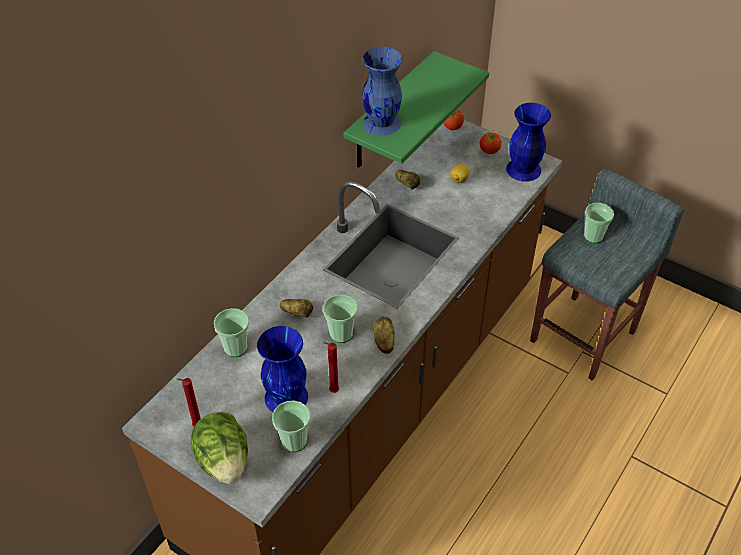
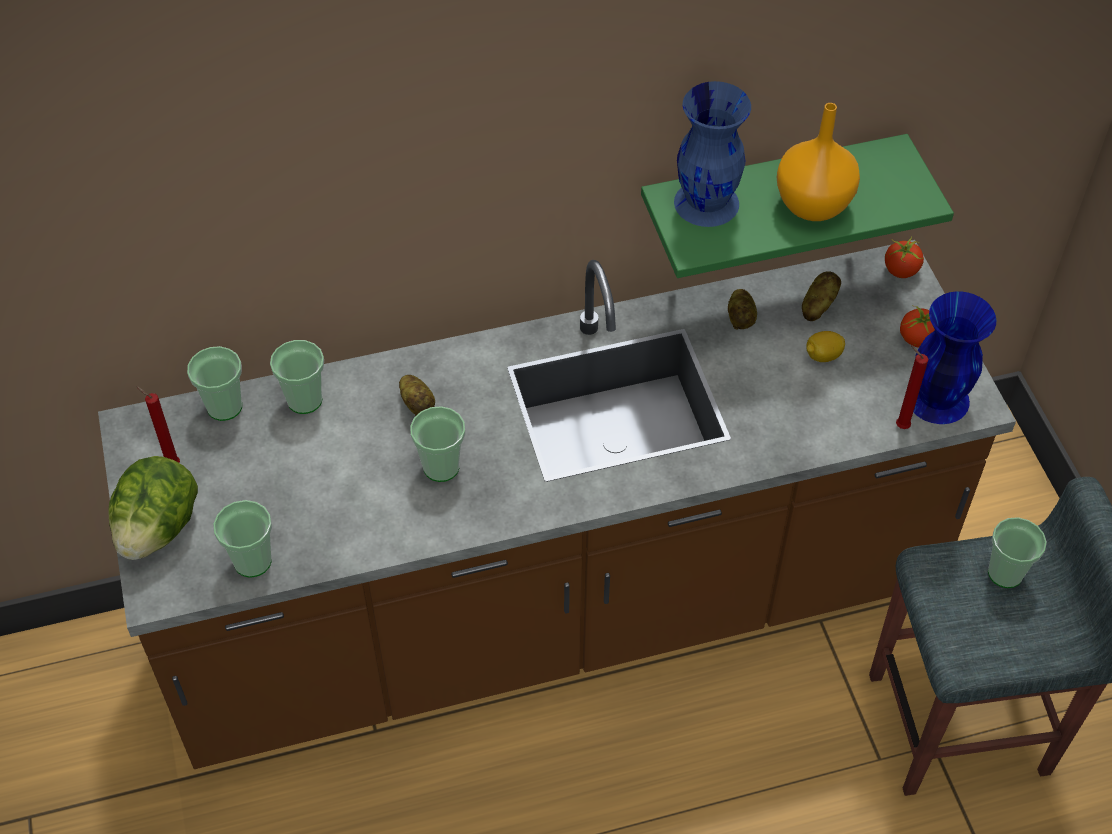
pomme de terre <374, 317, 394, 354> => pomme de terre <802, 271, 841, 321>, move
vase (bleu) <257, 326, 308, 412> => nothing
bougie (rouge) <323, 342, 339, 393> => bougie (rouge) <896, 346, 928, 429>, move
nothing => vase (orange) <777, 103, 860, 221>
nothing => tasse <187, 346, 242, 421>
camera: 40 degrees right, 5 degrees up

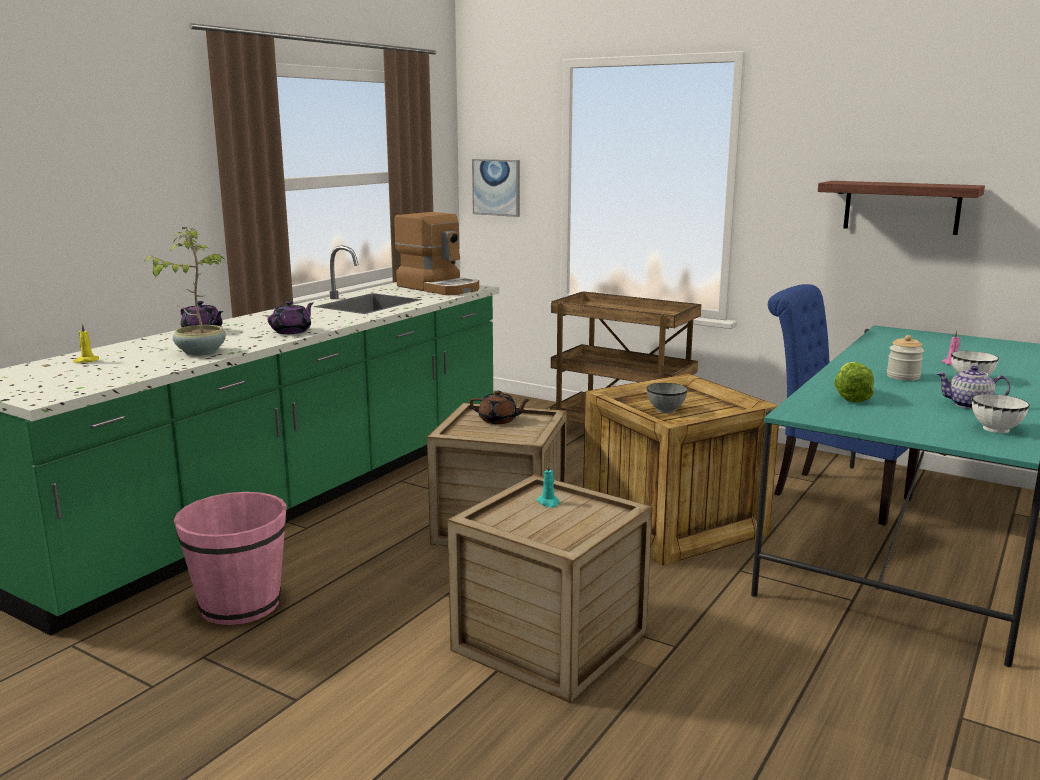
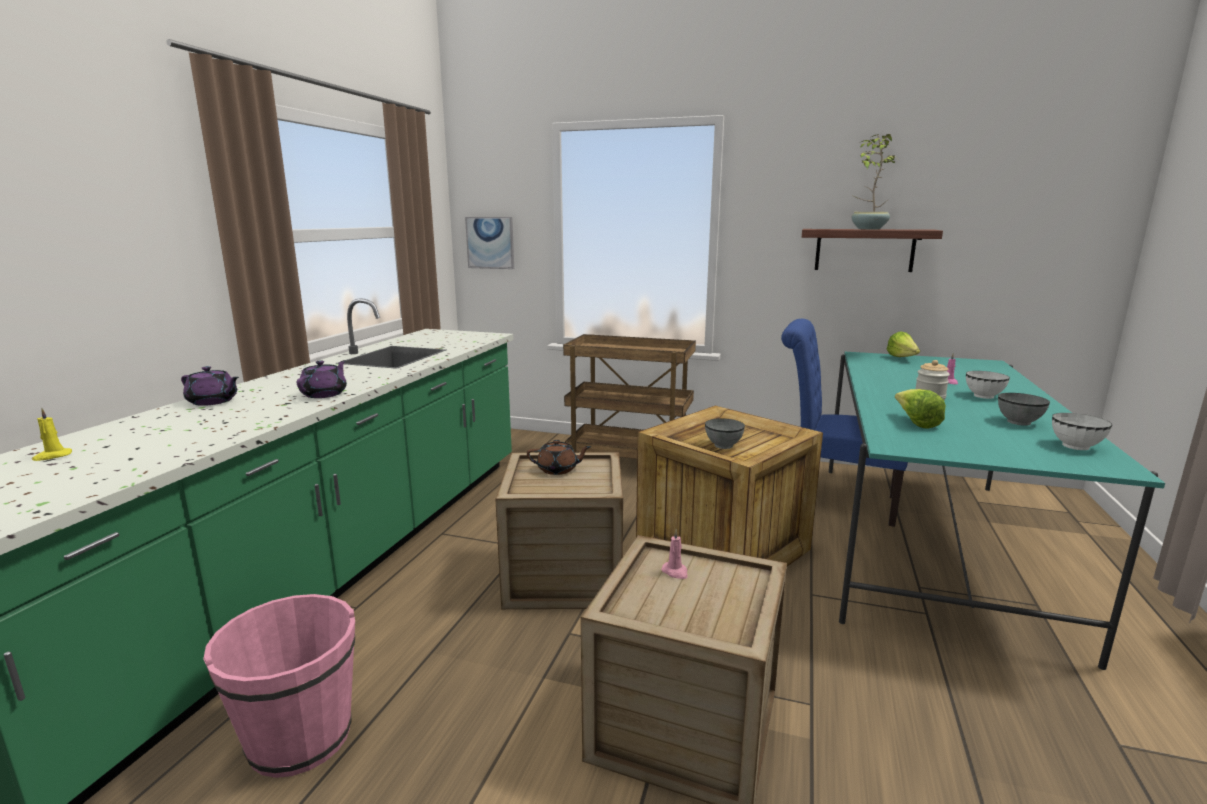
machine à café <394, 212, 479, 295> => nothing
plante en pot <144, 227, 226, 356> => plante en pot <851, 134, 897, 229>, move
théière <936, 366, 1011, 409> => bol (gris) <998, 393, 1050, 426>
bougie (turquoise) <536, 463, 559, 508> => bougie (rose) <661, 529, 688, 579>
nothing => laitue <887, 332, 920, 357>
camera: 15 degrees left, 0 degrees up

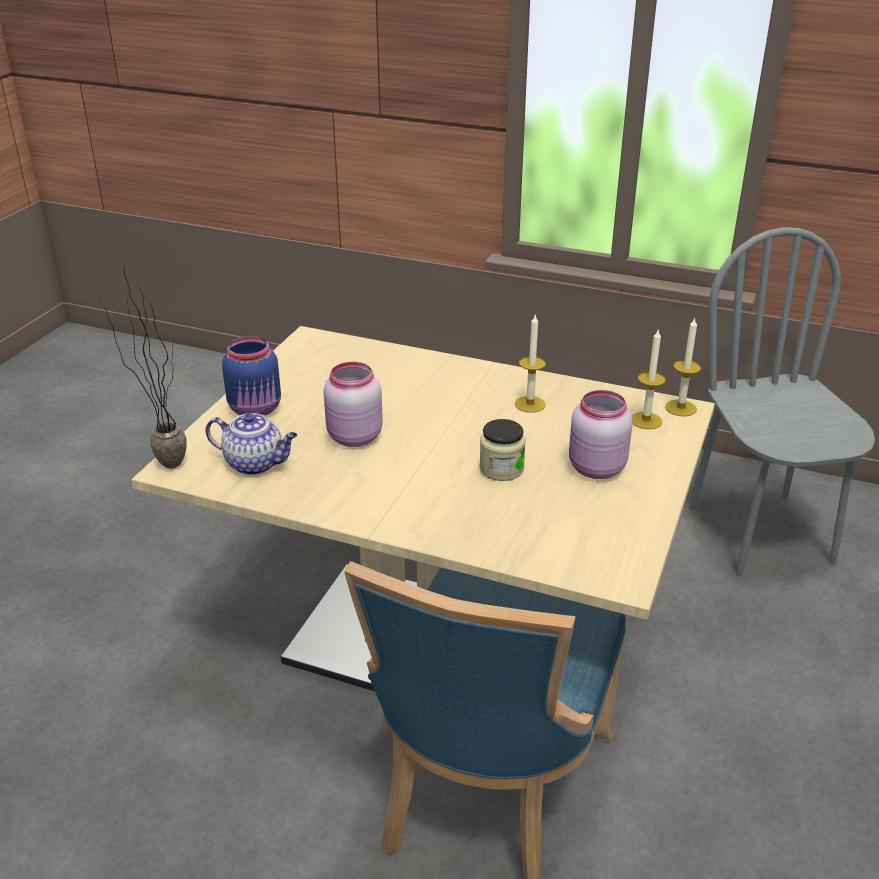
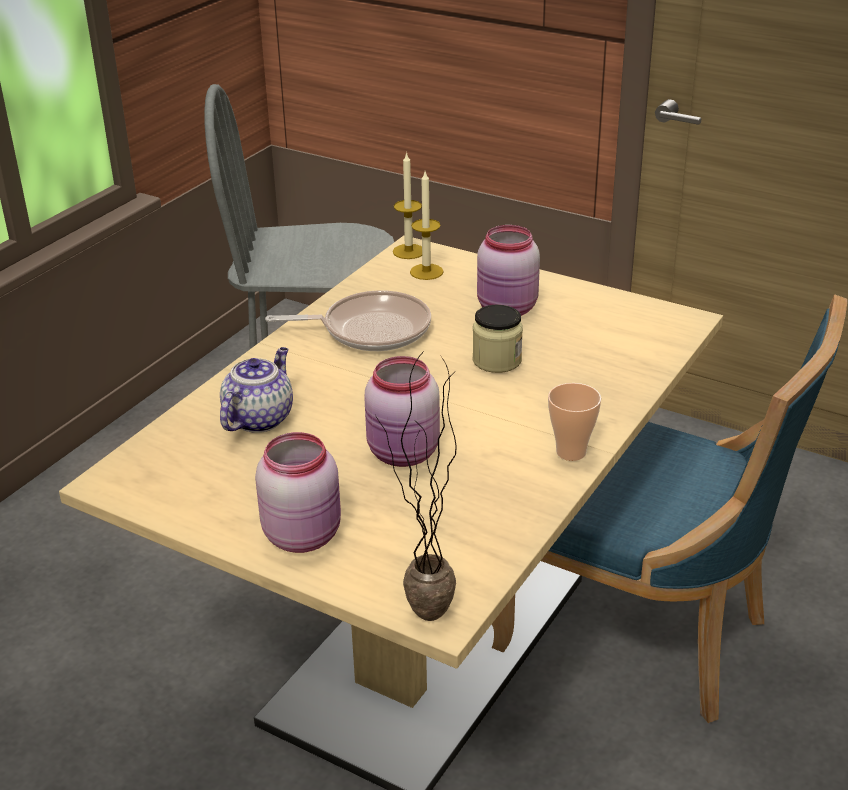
bougie <515, 315, 546, 413> => poêle <265, 290, 431, 351>
bocal (bleu) <222, 336, 281, 416> => bocal (rose) <255, 432, 341, 553>
théière <205, 413, 297, 475> => théière <220, 347, 293, 433>, move
nothing => tasse <548, 383, 601, 461>
camera: 80 degrees left, 0 degrees up

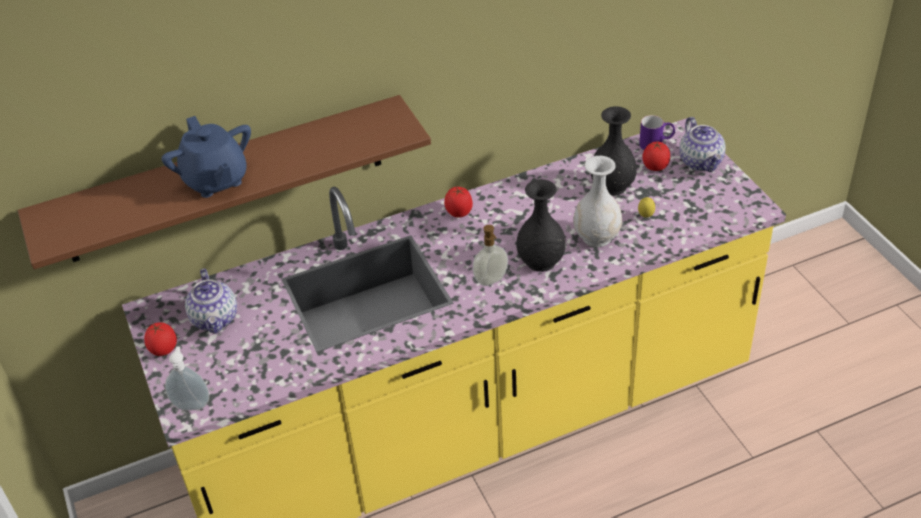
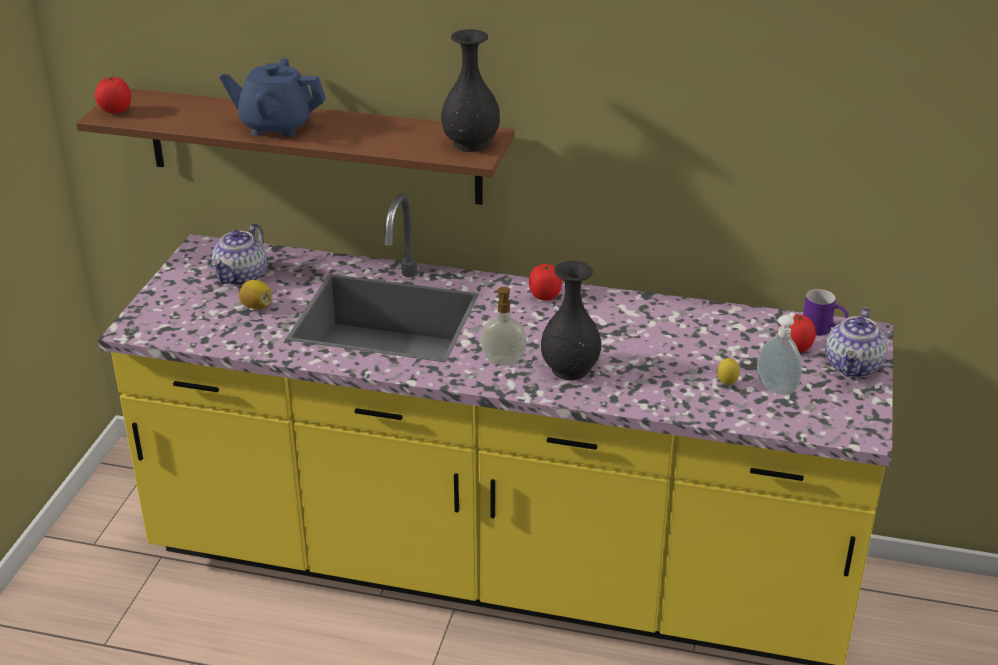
vase (noir) <591, 106, 637, 196> => vase (noir) <441, 29, 500, 152>, move
théière (bleu) <162, 116, 251, 198> => théière (bleu) <220, 58, 326, 137>, 90 degrees clockwise
vase (blanc) <573, 156, 622, 247> => nothing
tomate <144, 322, 177, 356> => tomate <95, 76, 131, 114>, move
distributeur de savon <165, 346, 209, 411> => distributeur de savon <757, 312, 802, 396>, move
nothing => citron <239, 280, 272, 309>
camera: 35 degrees right, 10 degrees down

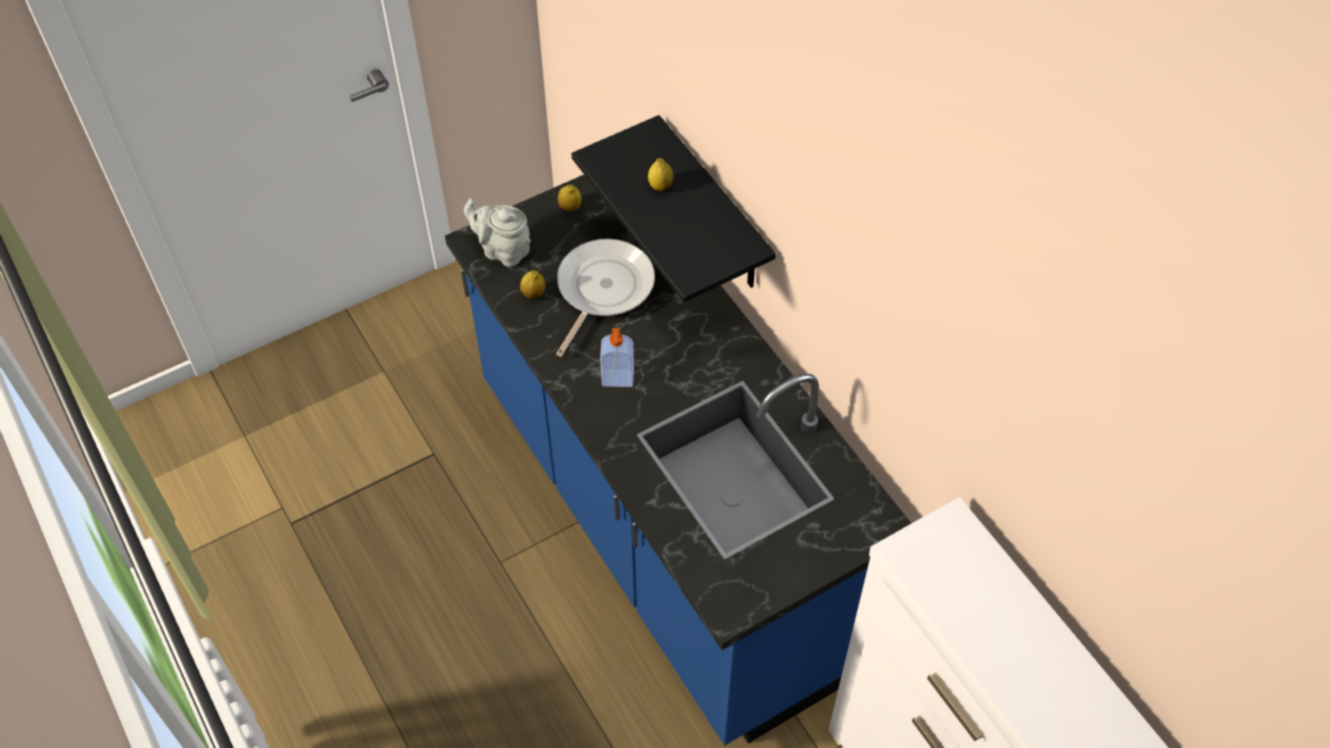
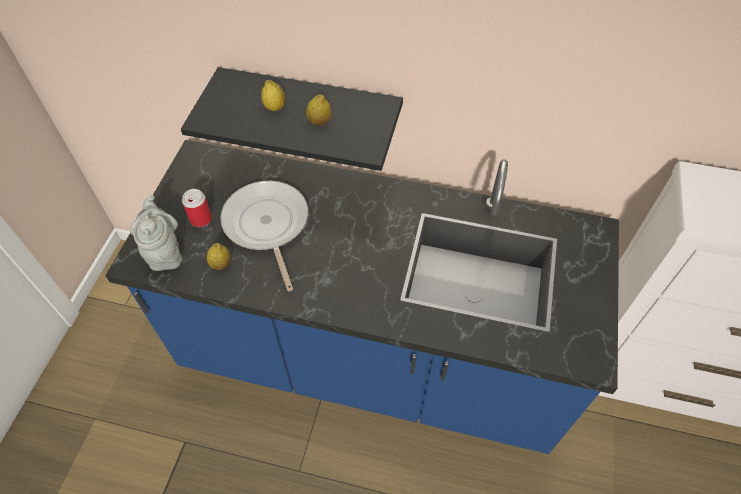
citron <558, 185, 581, 212> => citron <306, 94, 331, 126>, move
théière (gris) <464, 198, 531, 267> => théière (gris) <130, 195, 182, 271>, 90 degrees clockwise
distributeur de savon <600, 328, 634, 387> => nothing
nothing => boîte métallique <182, 189, 212, 227>
camera: 45 degrees left, 0 degrees up

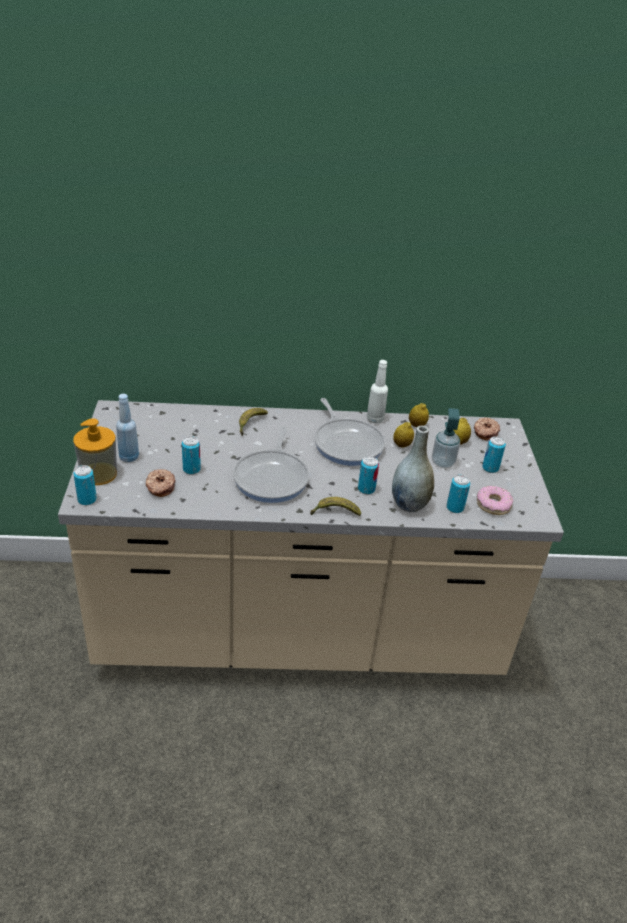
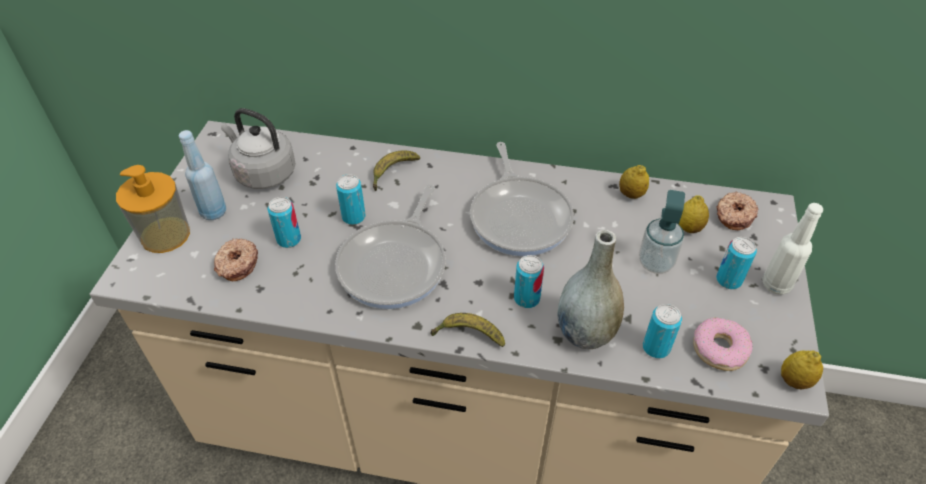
bouteille (blanc) <367, 360, 388, 423> => bouteille (blanc) <762, 203, 823, 295>, move
citron <393, 422, 414, 447> => citron <781, 350, 823, 389>, move
boîte métallique <73, 465, 97, 505> => boîte métallique <336, 174, 366, 225>, move
nothing => bouilloire (gris) <221, 108, 296, 189>
camera: 15 degrees right, 10 degrees up

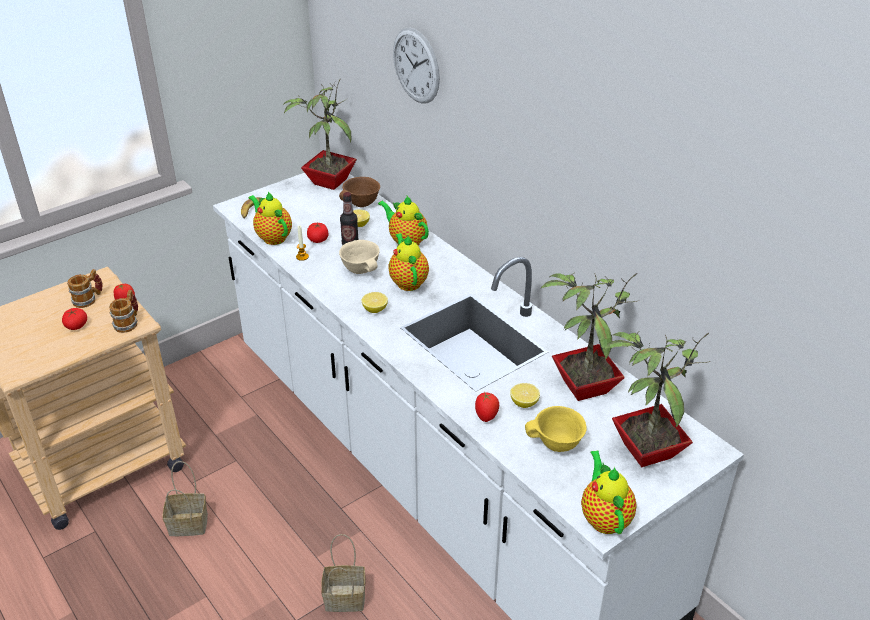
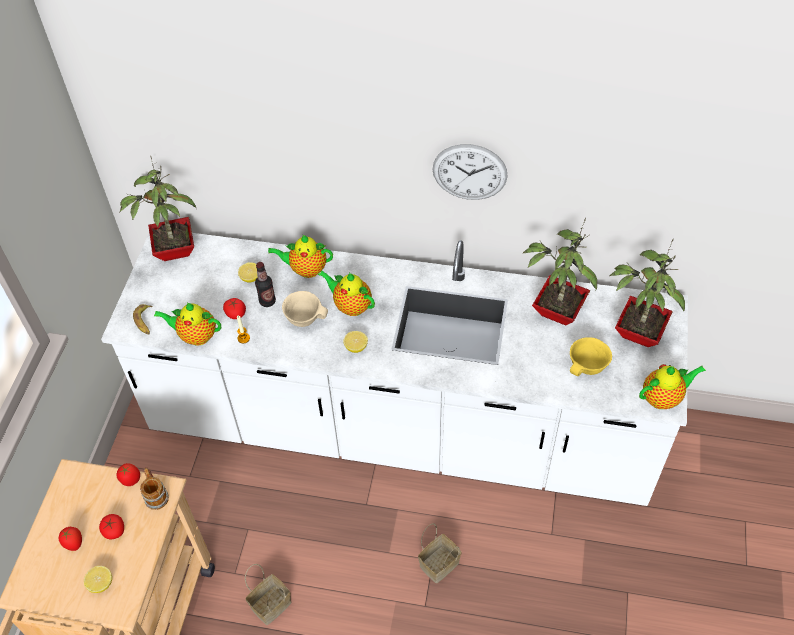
horloge murale <393, 27, 440, 104> => horloge murale <433, 144, 508, 200>, move
bol (marron) <339, 177, 380, 207> => nothing
mug <67, 269, 103, 308> => nothing
citron <510, 383, 540, 408> => citron <84, 566, 112, 593>, move
tomate <475, 391, 499, 422> => tomate <59, 527, 82, 551>, move
théière <581, 450, 637, 534> => théière <639, 364, 706, 409>, 120 degrees clockwise
camera: 40 degrees left, 15 degrees up

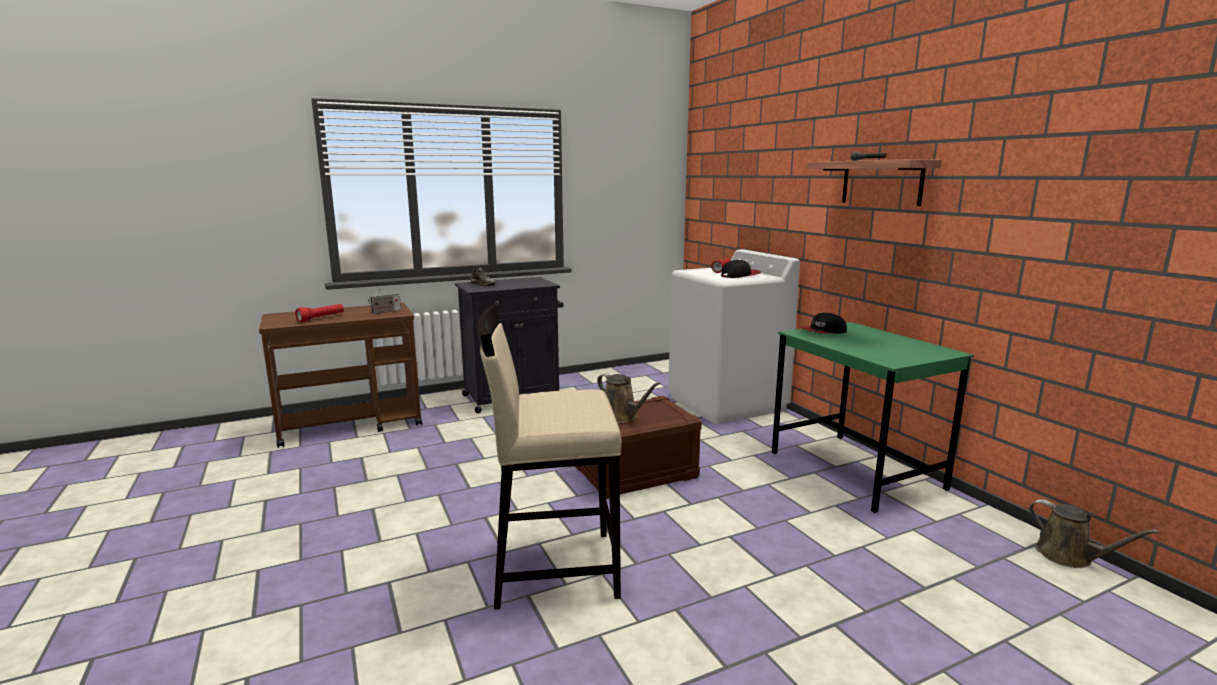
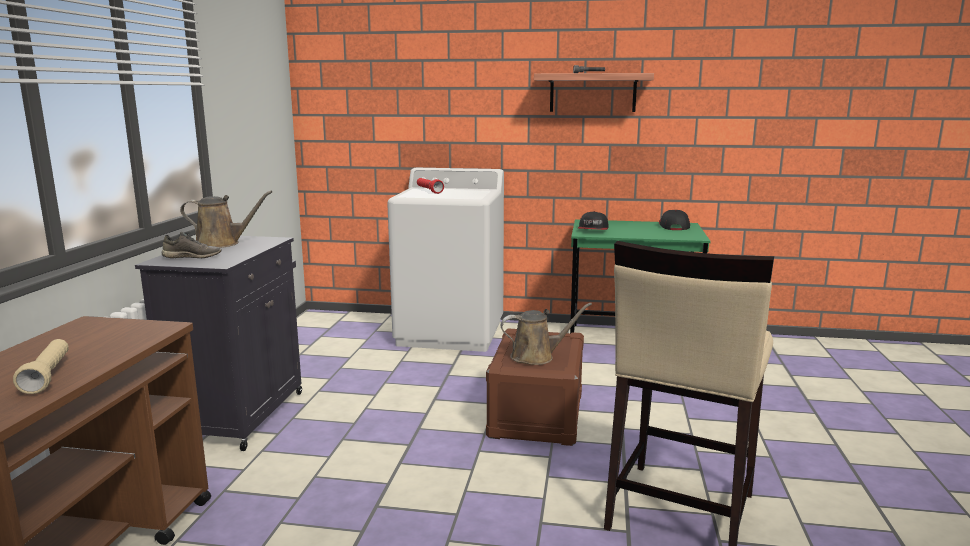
casquette <721, 260, 761, 278> => casquette <659, 210, 690, 230>, move
radio <368, 287, 401, 314> => nothing
lampe de poche (rouge) <295, 304, 344, 322> => lampe de poche (beige) <13, 339, 69, 394>
arrosoir (marron) <1029, 499, 1160, 568> => arrosoir (marron) <180, 191, 272, 248>, move
camera: 55 degrees left, 0 degrees up

